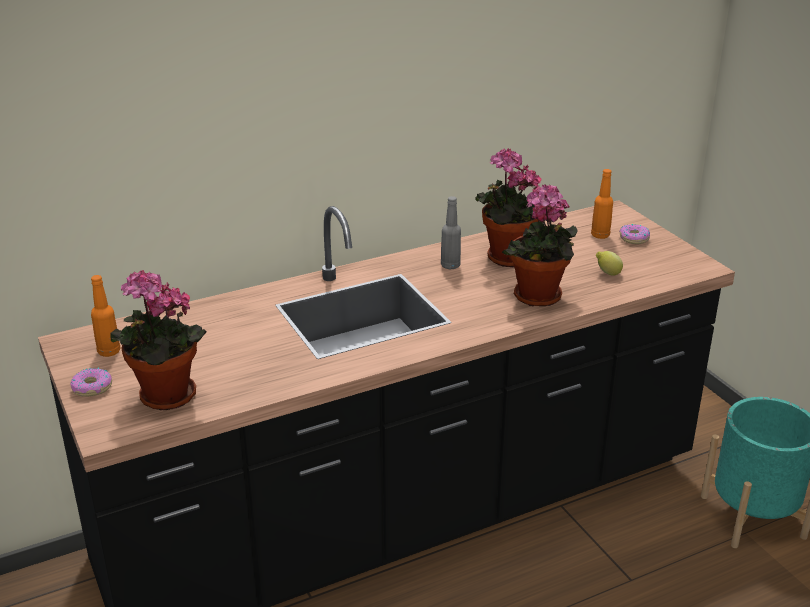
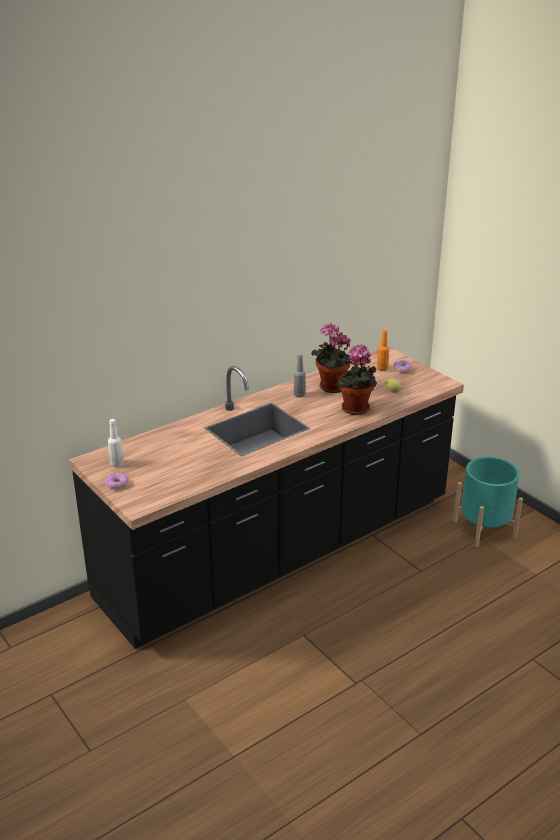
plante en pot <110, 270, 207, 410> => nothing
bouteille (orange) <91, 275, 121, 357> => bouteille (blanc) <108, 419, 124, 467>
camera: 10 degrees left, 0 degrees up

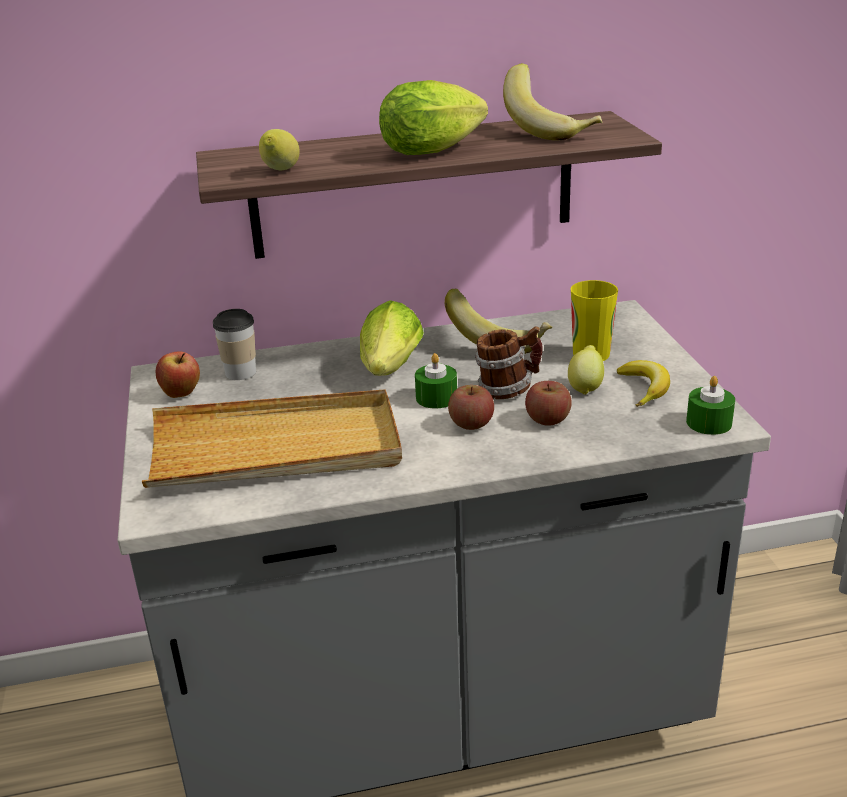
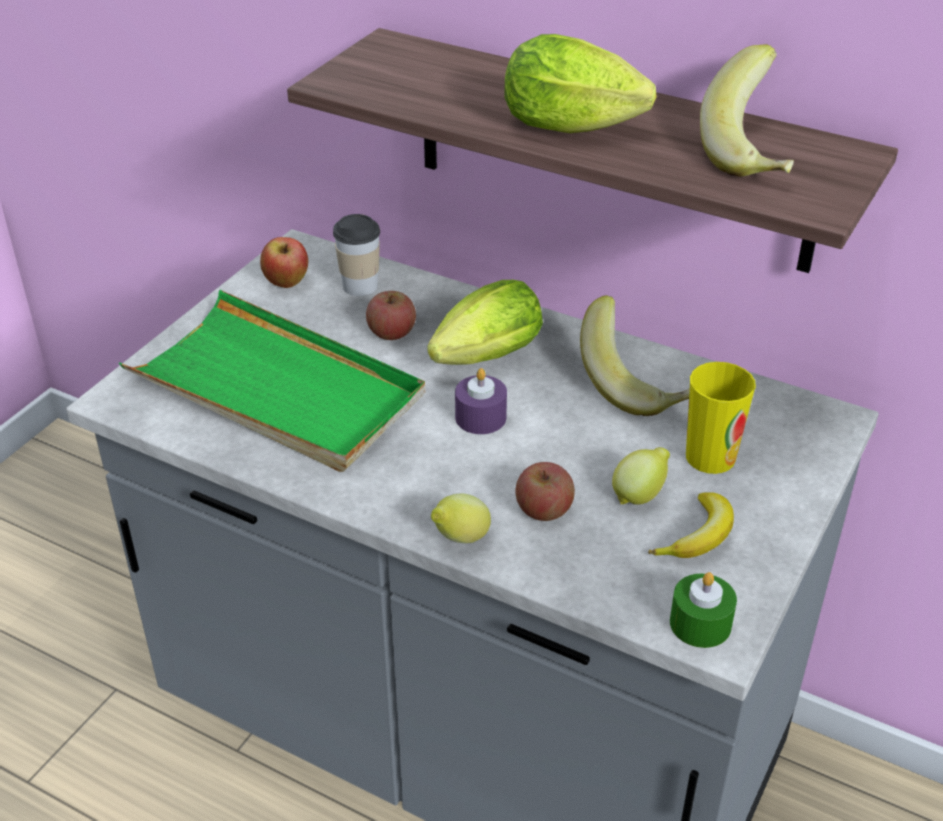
citron <259, 129, 300, 170> => citron <431, 494, 491, 543>, move
mug <475, 326, 543, 399> => nothing
bougie (vert) <415, 353, 457, 408> => bougie (violet) <455, 368, 507, 434>
pomme <448, 385, 494, 430> => pomme <366, 291, 416, 340>, move
plateau (beige) <142, 389, 402, 488> => plateau (vert) <119, 290, 425, 472>
camera: 40 degrees right, 10 degrees up

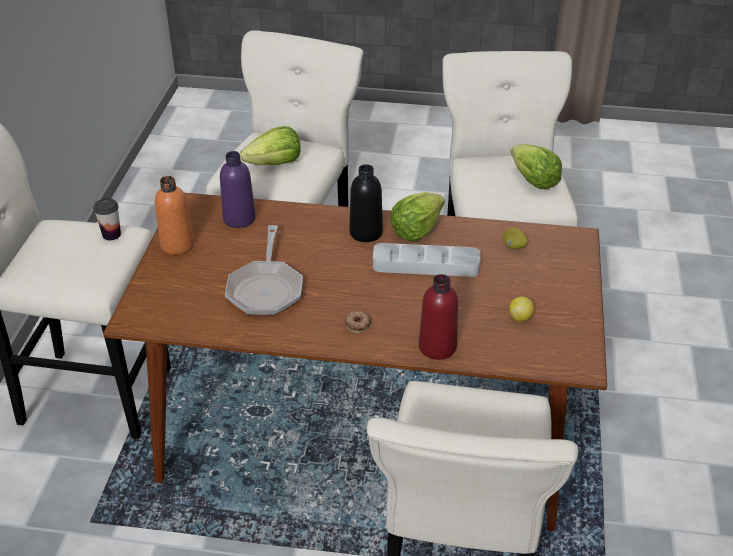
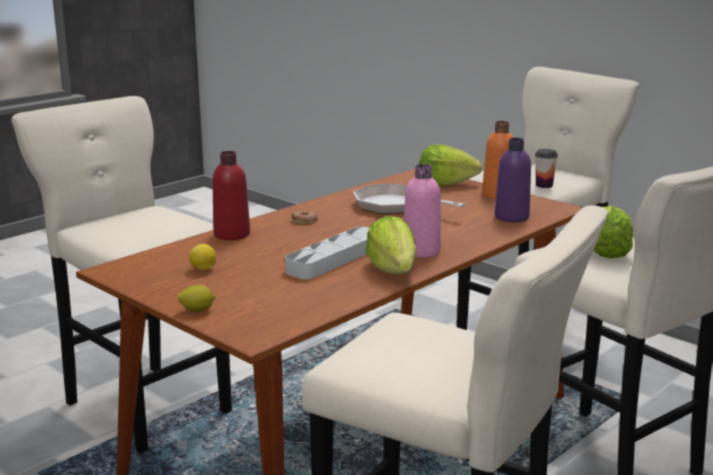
laitue <511, 144, 562, 189> => laitue <419, 144, 482, 186>, move
bouteille (noir) <349, 164, 383, 242> => bouteille (rose) <404, 164, 441, 258>
citron <503, 228, 528, 249> => citron <178, 285, 215, 312>, move
camera: 125 degrees right, 20 degrees down

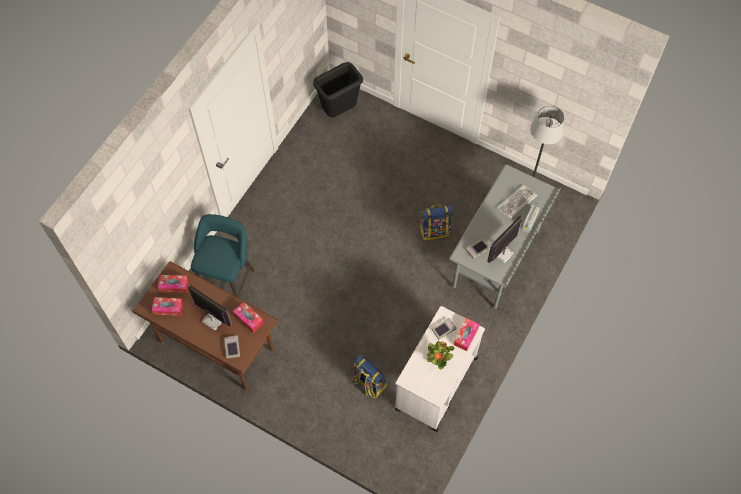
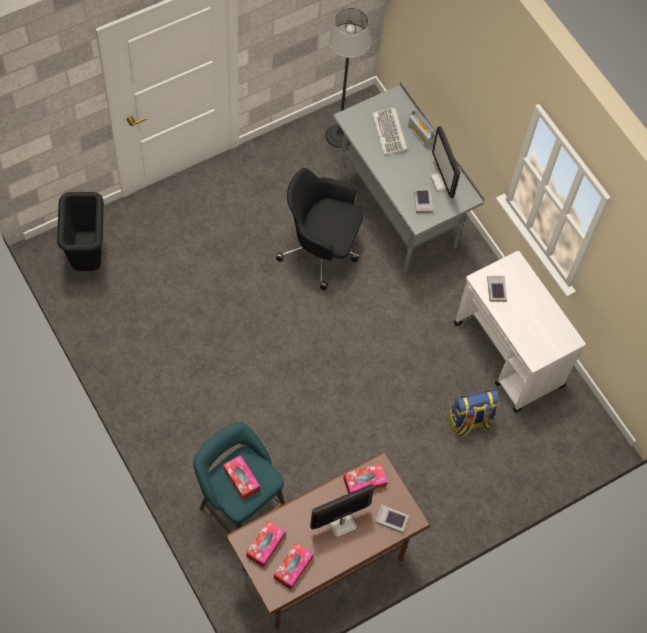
sac à dos <419, 204, 453, 240> => chaise de bureau (noir) <276, 168, 364, 290>
boîte à mouchoirs <453, 318, 480, 351> => boîte à mouchoirs <223, 455, 260, 500>, move
plante en pot <427, 341, 454, 370> => nothing
camera: 65 degrees left, 0 degrees up

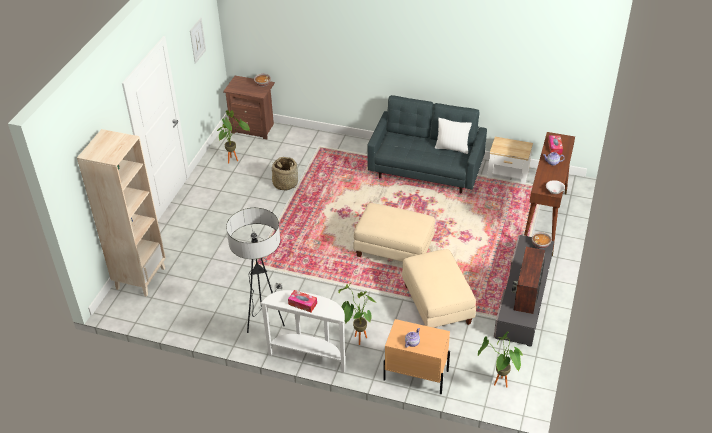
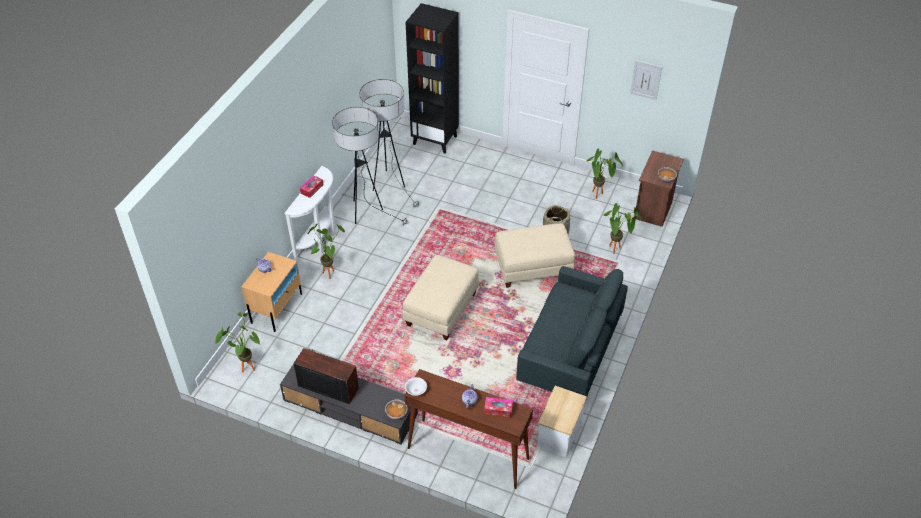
coussin (blanc) <435, 118, 472, 154> => nothing
bibliothèque (beige) <77, 129, 166, 297> => bibliothèque (noir) <406, 3, 459, 154>
pouf (beige) <402, 249, 476, 328> => pouf (beige) <495, 223, 575, 288>, move
nothing => lampadaire <360, 79, 419, 208>
nothing => plante en pot <603, 203, 642, 254>
camera: 95 degrees right, 5 degrees up

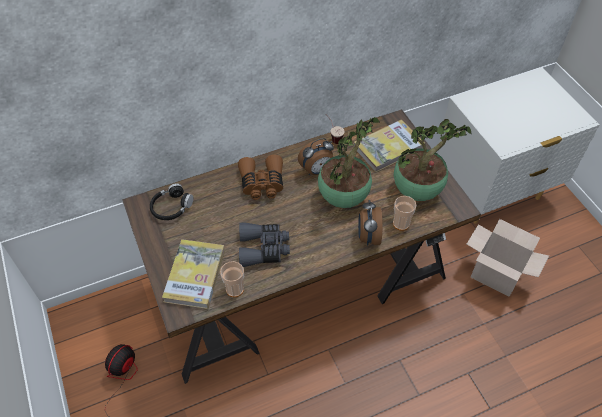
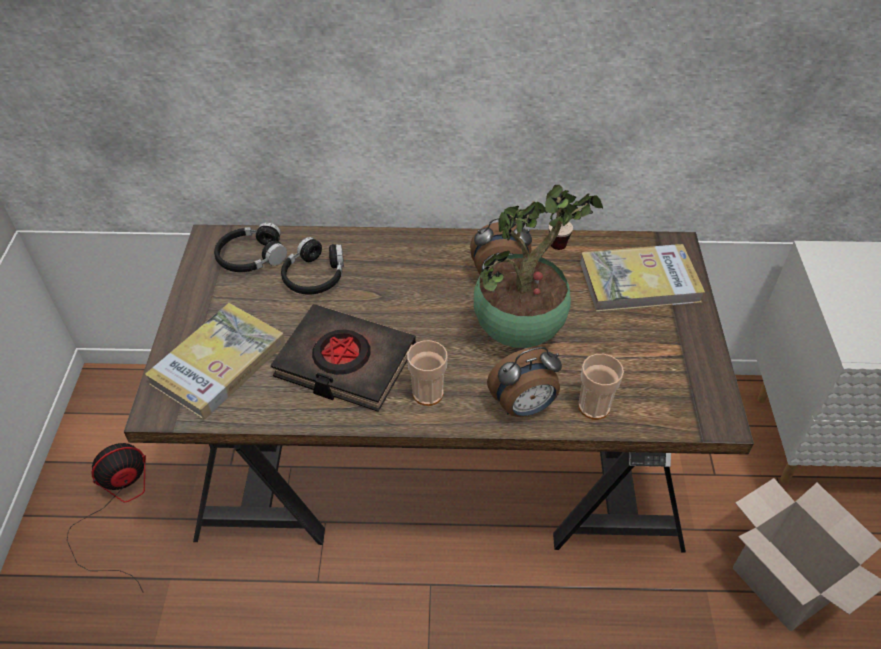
plante en pot <394, 119, 471, 201> => nothing
jumelles (marron) <238, 155, 283, 200> => nothing
réveil <358, 200, 383, 246> => réveil <487, 347, 562, 417>, 135 degrees counterclockwise
jumelles (gris) <239, 223, 290, 267> => livre (noir) <270, 304, 416, 412>
tasse <220, 261, 244, 297> => tasse <407, 340, 448, 406>, move
nothing => casque audio (noir) <281, 237, 344, 295>
camera: 25 degrees right, 5 degrees down

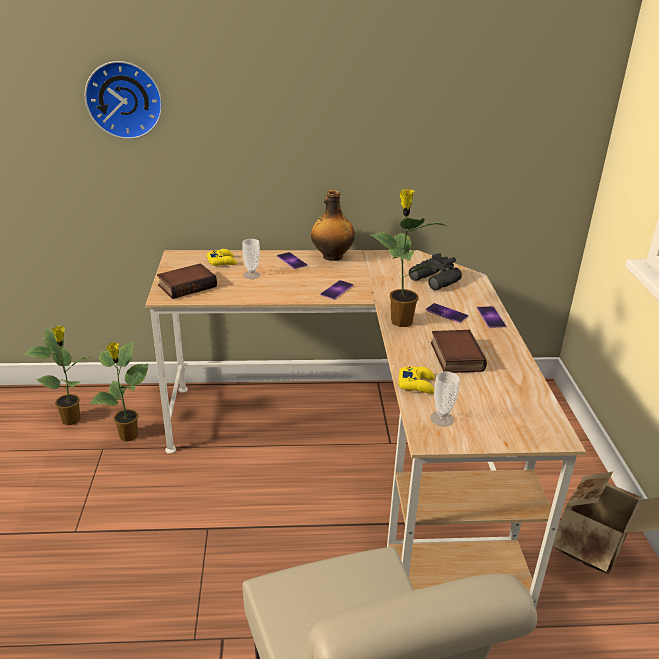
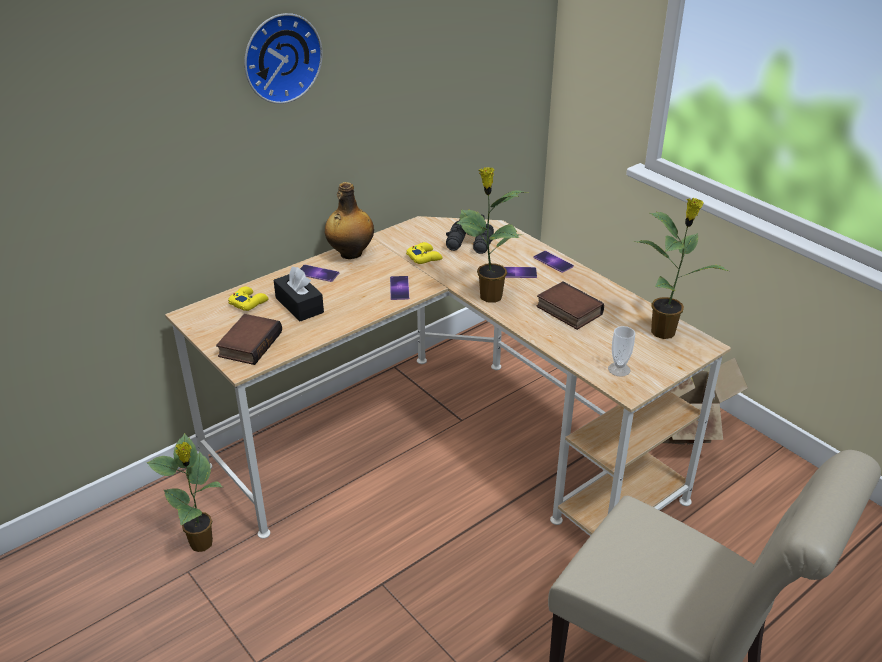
horloge murale <85, 61, 163, 139> => horloge murale <244, 13, 323, 104>, move
tasse <242, 239, 261, 279> => boîte à mouchoirs (noir) <274, 266, 324, 322>
plante en pot <24, 326, 91, 425> => plante en pot <634, 197, 729, 339>, move
manette (jaune) <398, 367, 435, 394> => manette (jaune) <406, 242, 442, 264>, move
camera: 35 degrees left, 5 degrees up

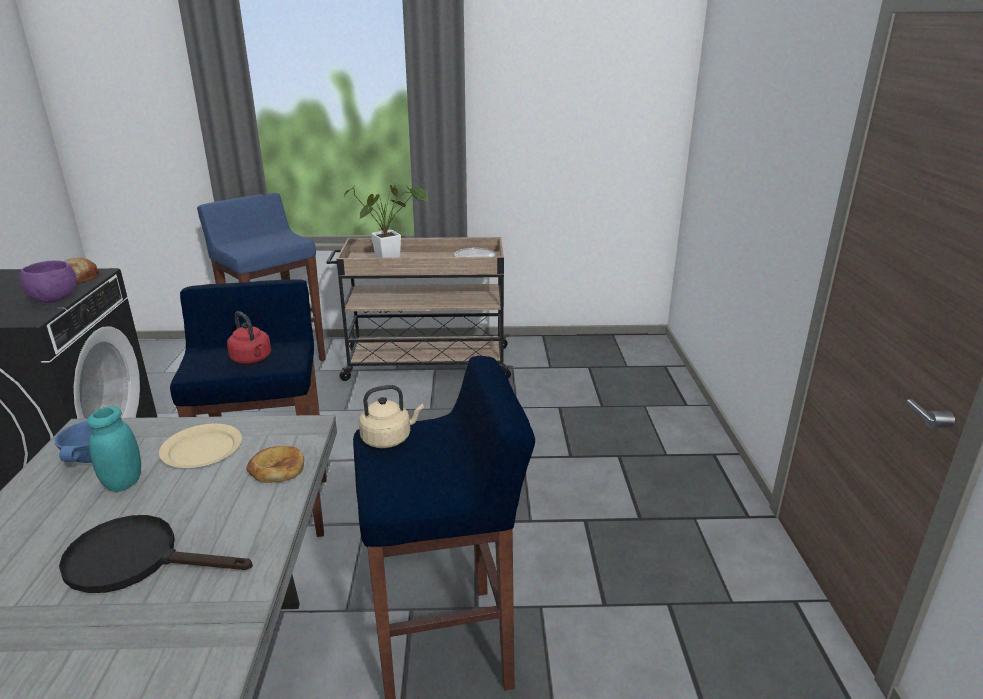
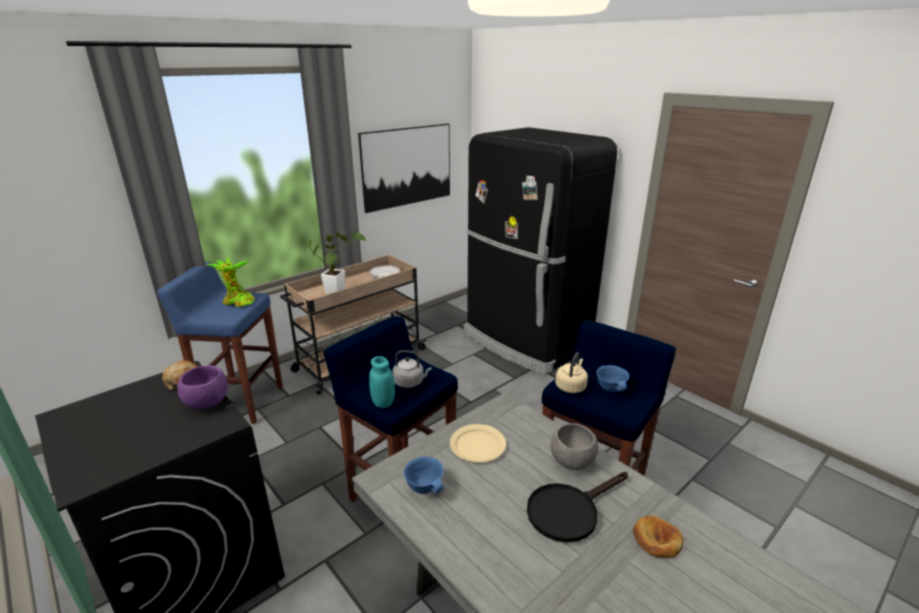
bouilloire (rouge) <227, 311, 271, 364> => bouilloire (gris) <392, 350, 431, 388>
bocal (turquoise) <87, 406, 141, 492> => bocal (turquoise) <369, 356, 395, 408>, move
pain <246, 446, 304, 483> => pain <633, 516, 684, 558>, move
nothing => tableau <358, 124, 450, 213>
nothing => réfrigérateur (noir) <464, 127, 617, 375>
nothing => plante en pot <207, 257, 255, 307>
nothing => bol (bleu) <597, 365, 629, 392>
nothing => bol (gris) <550, 423, 599, 470>
camera: 40 degrees left, 0 degrees up

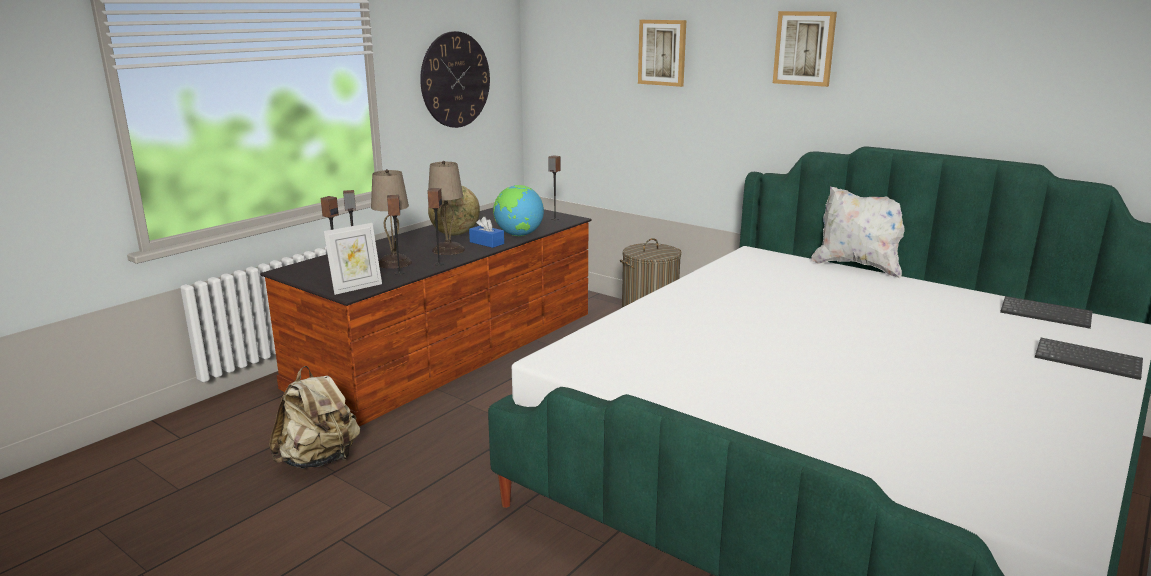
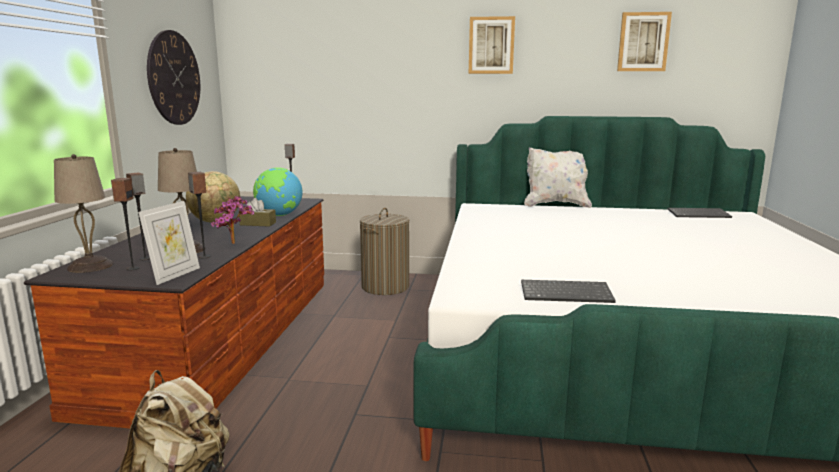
tableau <638, 20, 686, 87> => tableau <617, 12, 672, 71>, move
lampe de table (beige) <428, 161, 465, 255> => lampe de table (beige) <54, 154, 113, 273>, move
enceinte <427, 188, 444, 266> => plante en pot <211, 196, 254, 244>
boîte à mouchoirs (bleu) <469, 217, 504, 248> => boîte à mouchoirs (marron) <239, 198, 276, 227>
clavier <1035, 338, 1143, 380> => clavier <521, 280, 616, 303>, move
camera: 30 degrees left, 5 degrees down

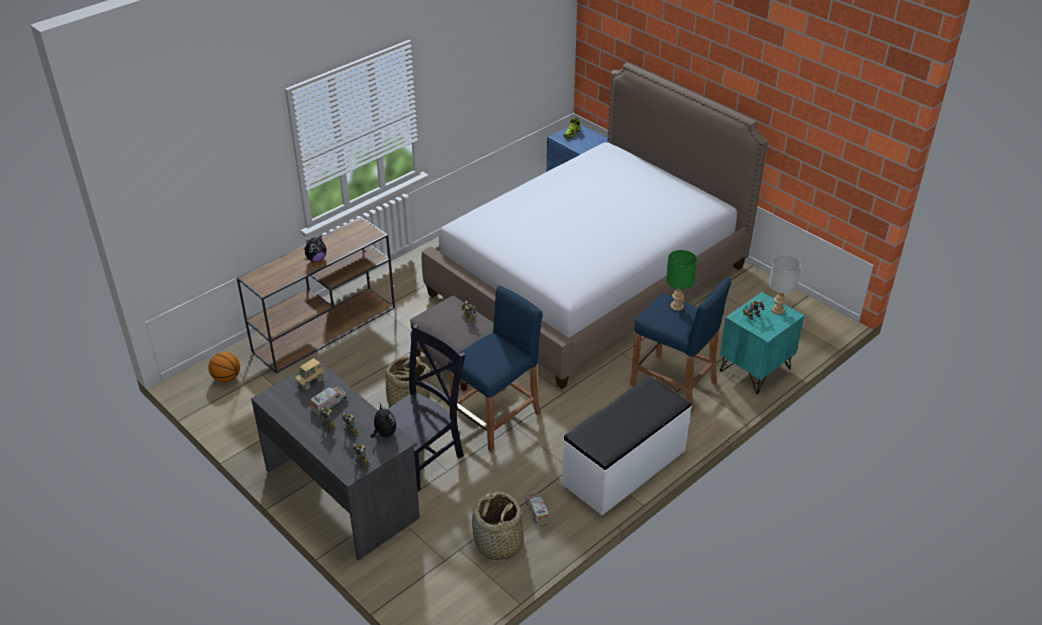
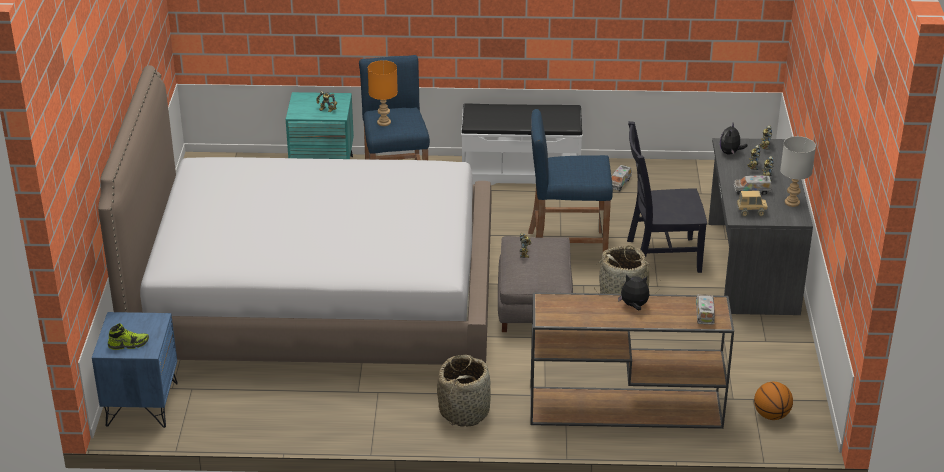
lampe de table (vert) <666, 250, 697, 311> => lampe de table (orange) <368, 60, 398, 126>
lampe de table (gris) <769, 255, 801, 315> => lampe de table (gris) <780, 136, 816, 207>, move
panier <472, 492, 524, 561> => panier <437, 355, 491, 427>, move
nothing => camion jouet <696, 294, 715, 324>
camera: 135 degrees left, 5 degrees down

